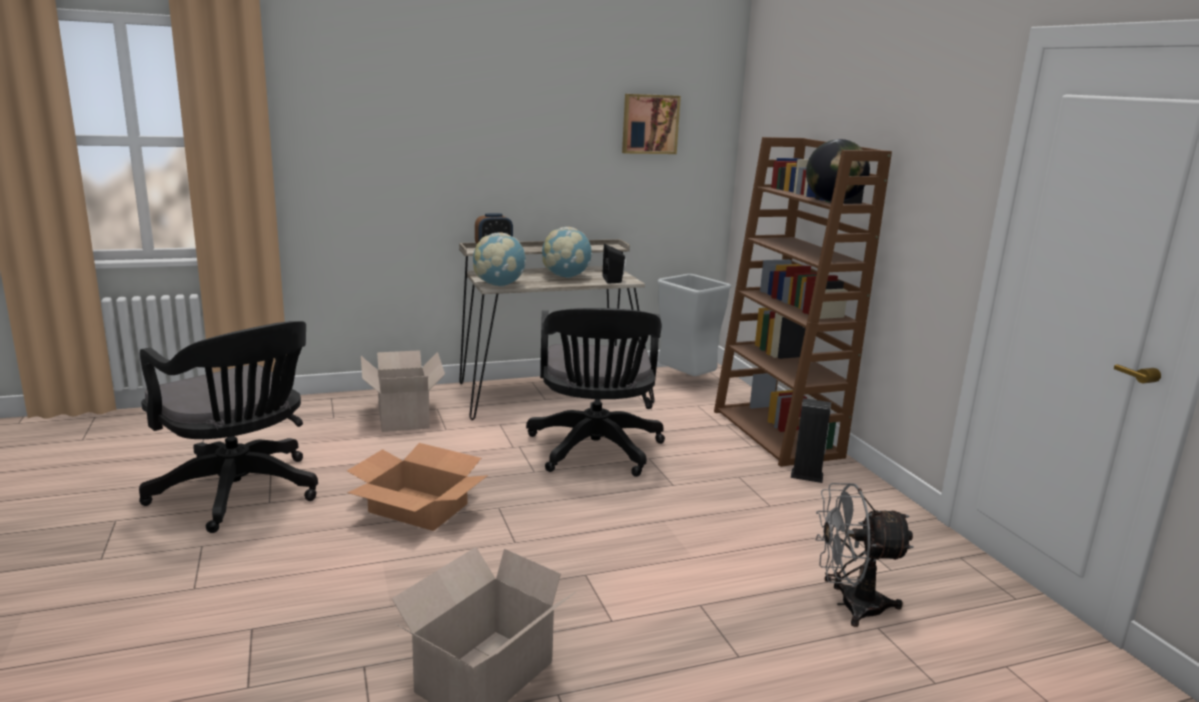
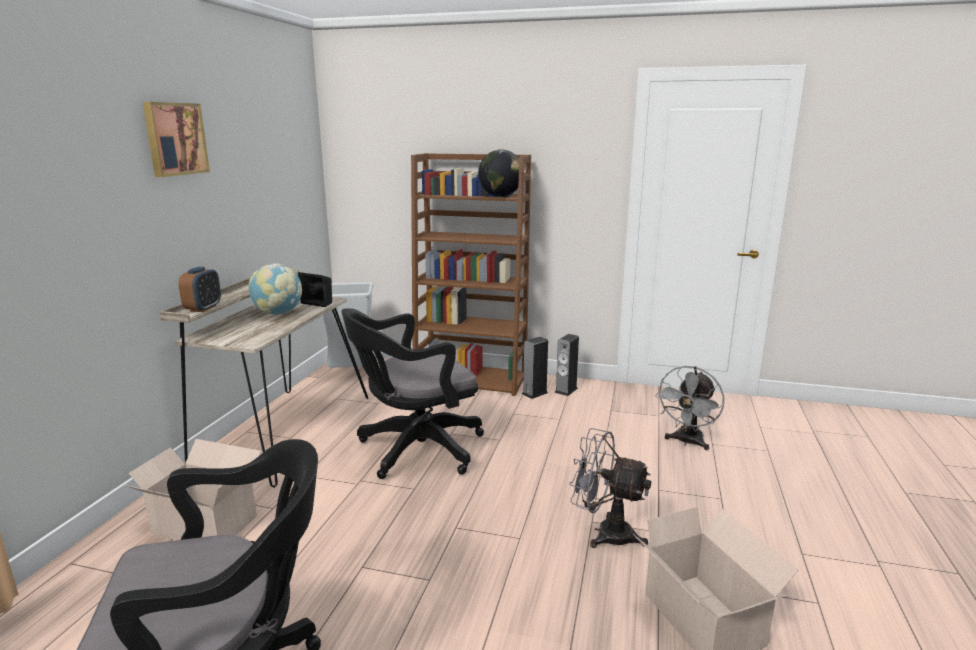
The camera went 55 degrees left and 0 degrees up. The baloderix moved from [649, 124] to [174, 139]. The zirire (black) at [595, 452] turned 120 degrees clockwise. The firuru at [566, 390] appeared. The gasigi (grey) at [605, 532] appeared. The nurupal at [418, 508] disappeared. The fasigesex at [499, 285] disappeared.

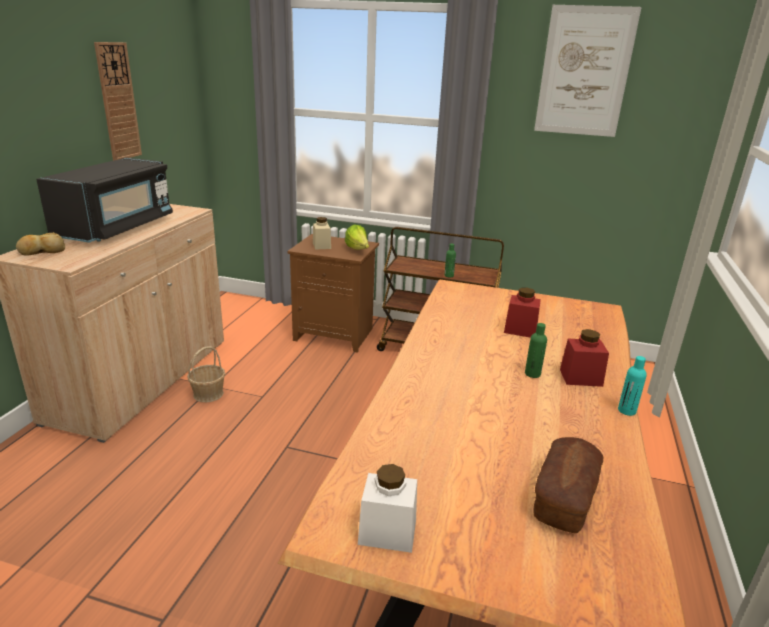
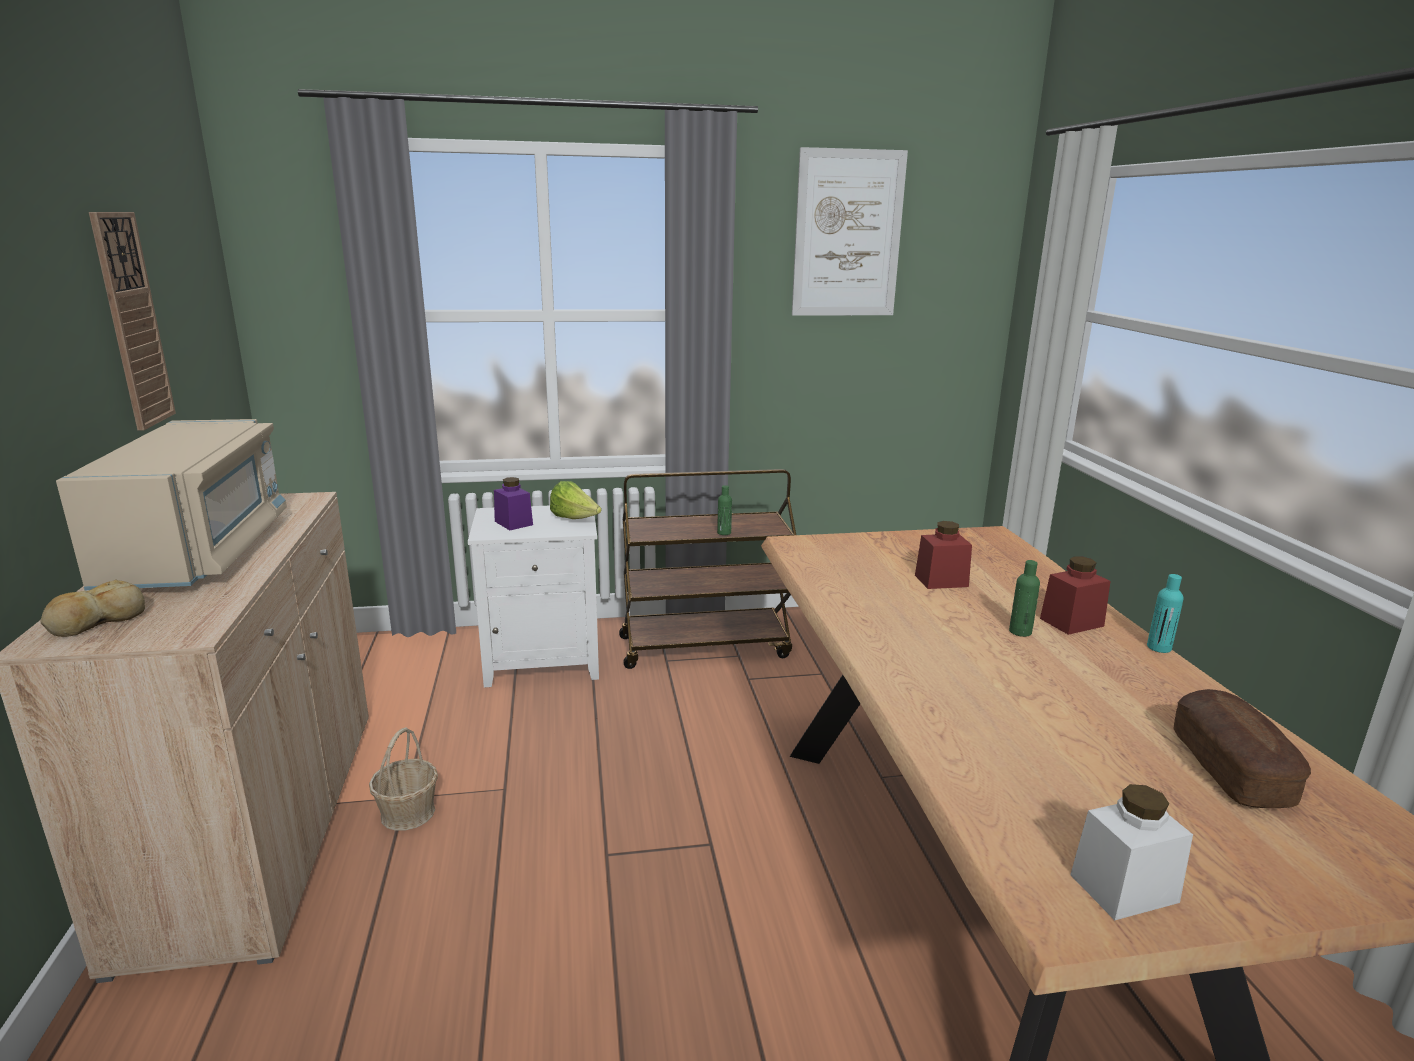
The camera went 25 degrees left and 5 degrees down. The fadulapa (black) at [117, 228] became the fadulapa (beige) at [199, 551]. The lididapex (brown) at [336, 334] became the lididapex (white) at [544, 660]. The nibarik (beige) at [321, 245] became the nibarik (purple) at [513, 523].

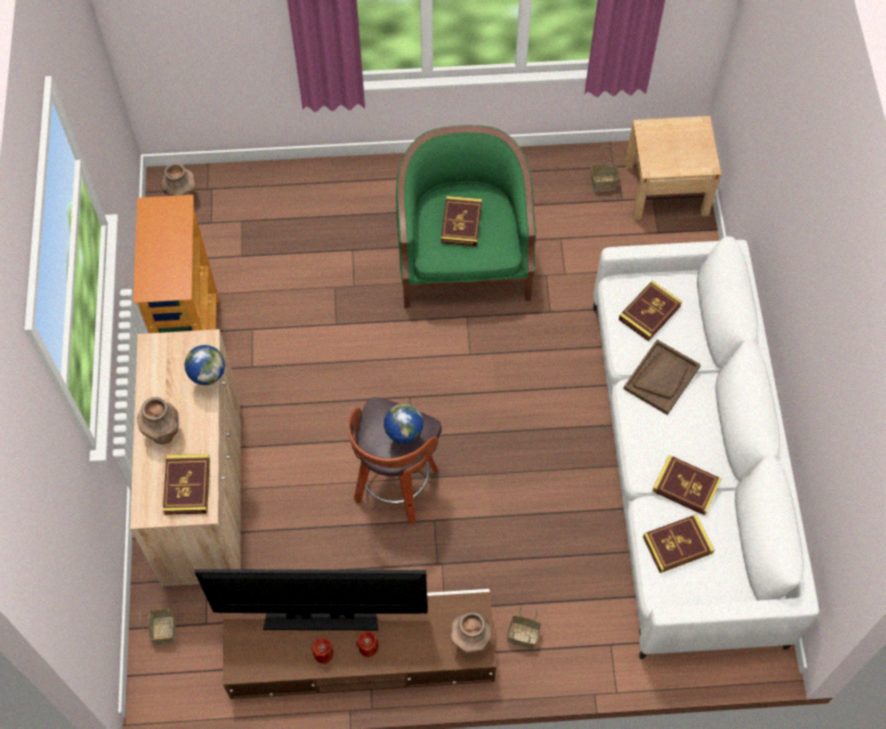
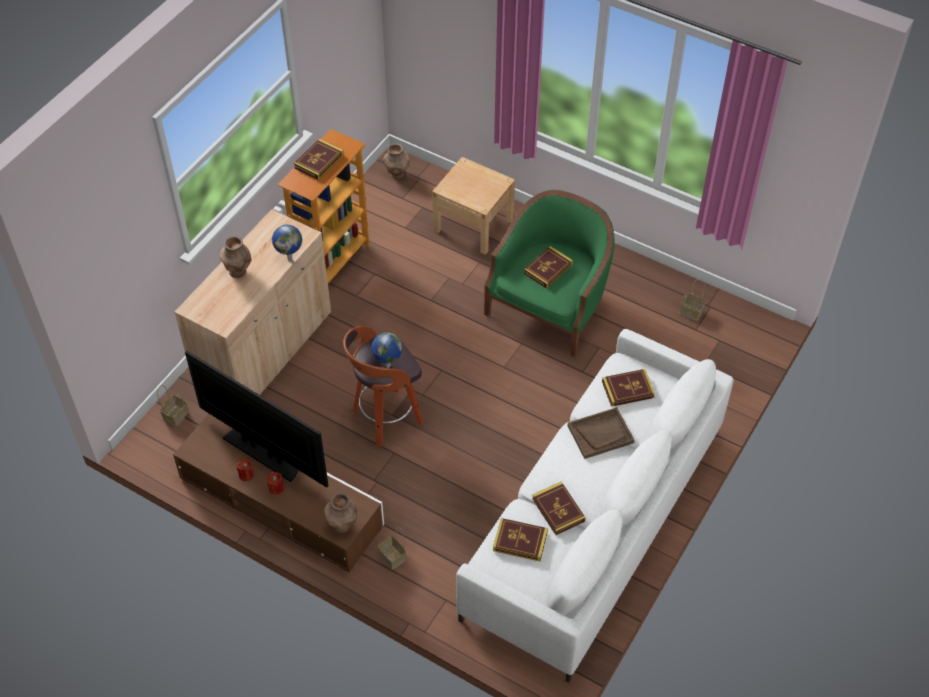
The camera went 35 degrees right and 10 degrees down. The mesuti moved from [187, 486] to [319, 161]. The lididapex (beige) moved from [666, 189] to [473, 225].

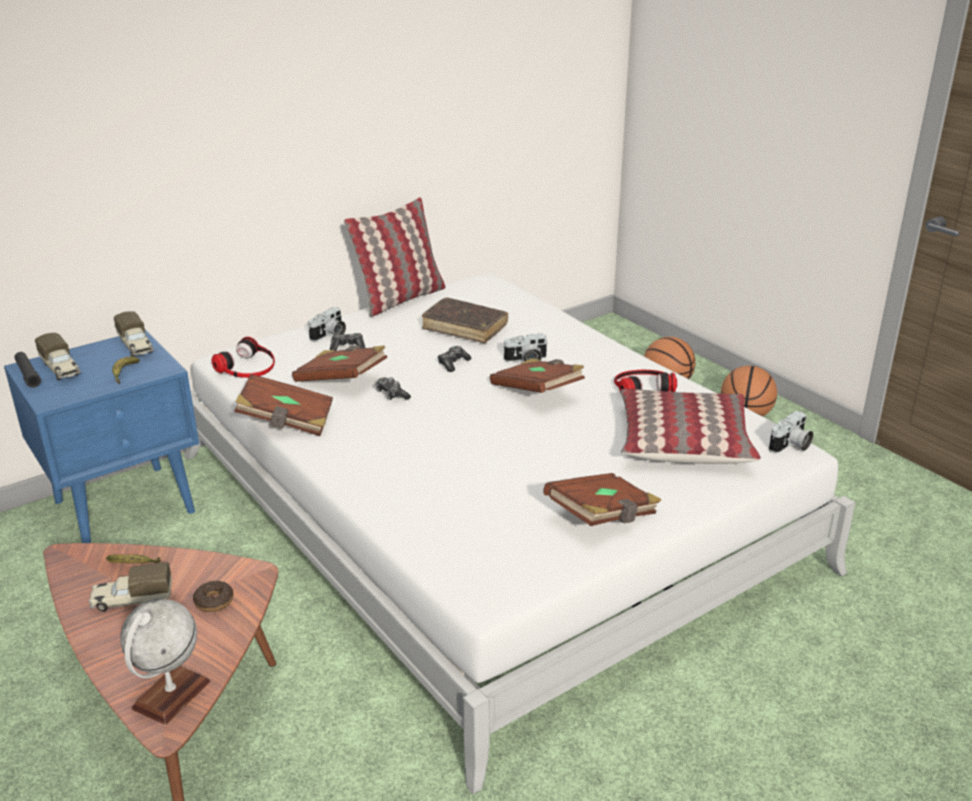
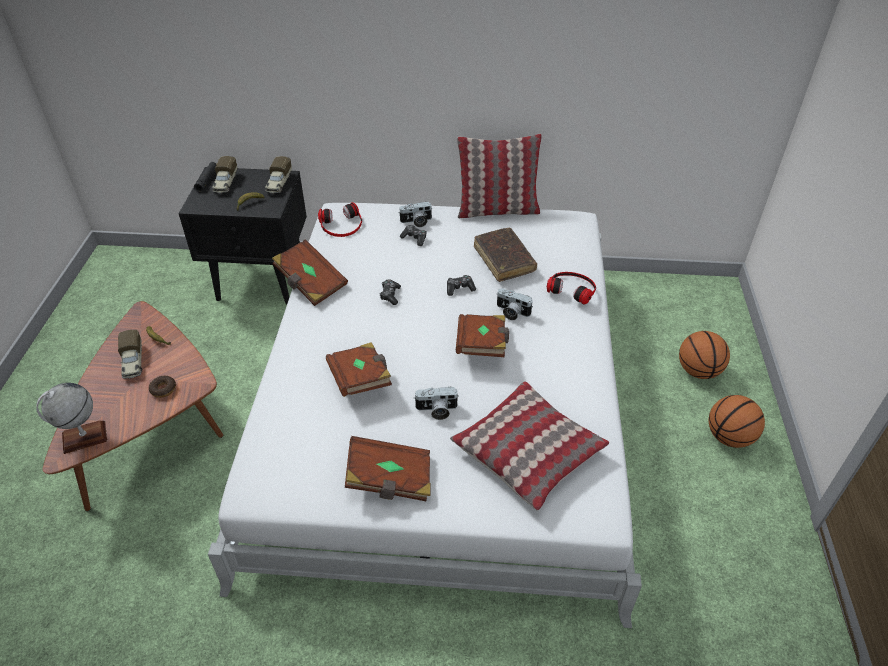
The camera went 40 degrees right and 15 degrees up. The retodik at [132, 600] turned 135 degrees counterclockwise. The lididapex (blue) at [127, 506] became the lididapex (black) at [262, 280]. The mesuti (brown) moved from [341, 380] to [360, 379]. The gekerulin moved from [791, 446] to [436, 410]. The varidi moved from [642, 386] to [572, 289].

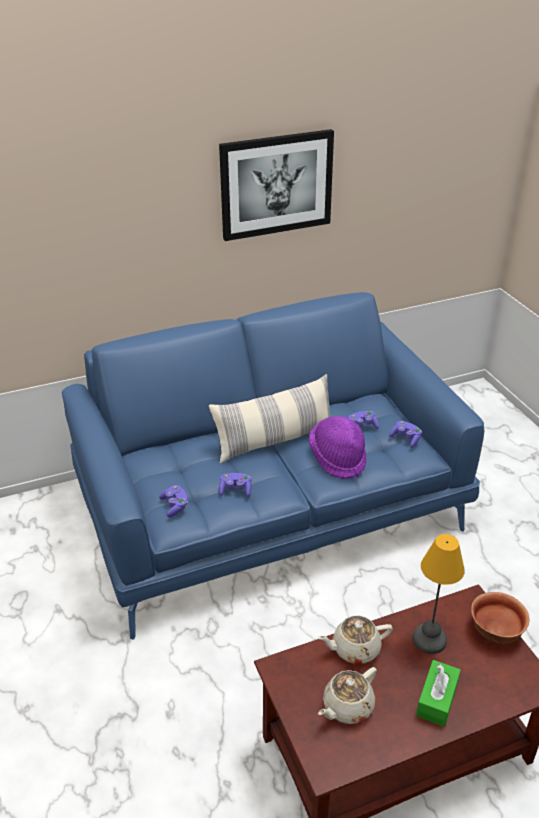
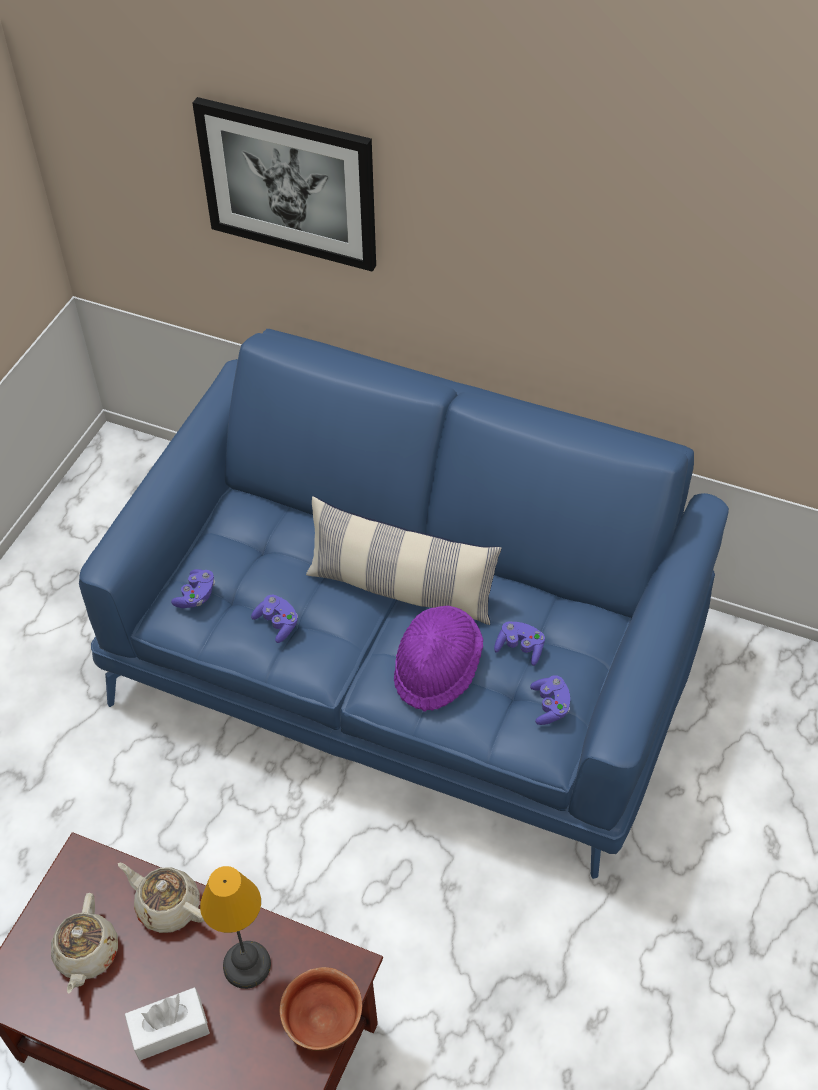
The camera went 45 degrees right and 15 degrees up. The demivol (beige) at [347, 706] turned 90 degrees counterclockwise. The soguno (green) at [437, 699] became the soguno (white) at [169, 1029]. The baloderix moved from [276, 184] to [289, 183].

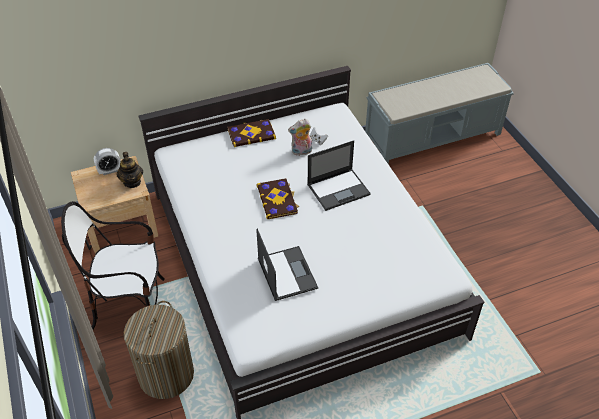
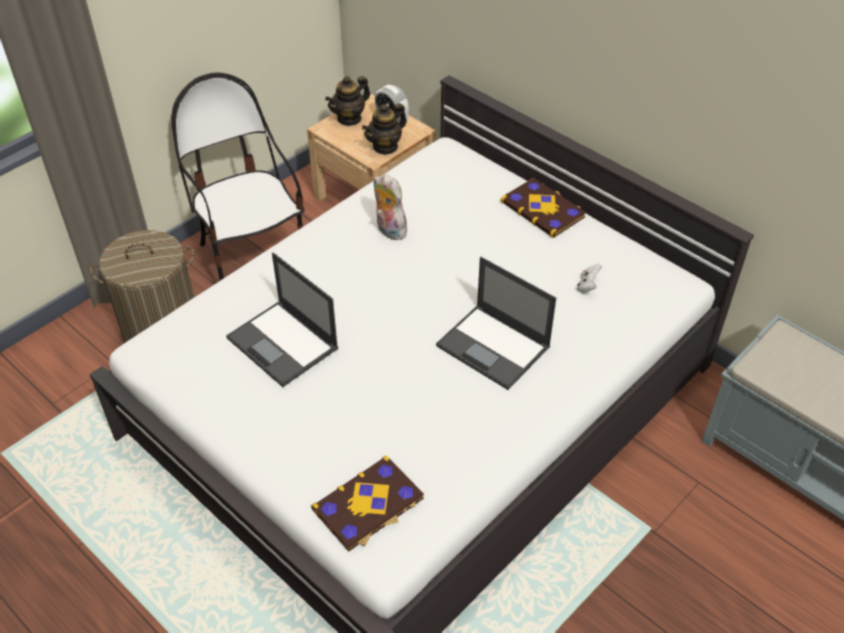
The camera went 65 degrees right and 0 degrees up. The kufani at [286, 273] turned 90 degrees clockwise. The mesuti moved from [277, 199] to [369, 505]. The demivol at [349, 118] appeared. The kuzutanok moved from [301, 152] to [389, 230].

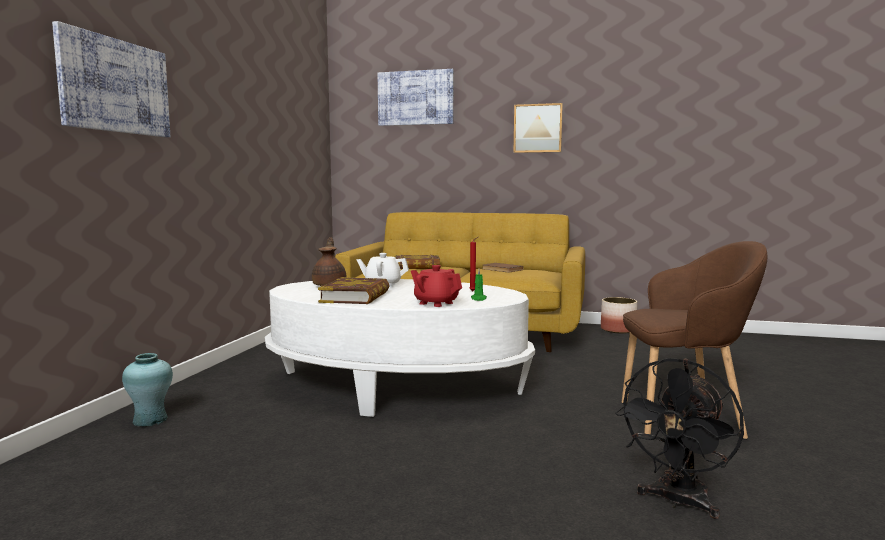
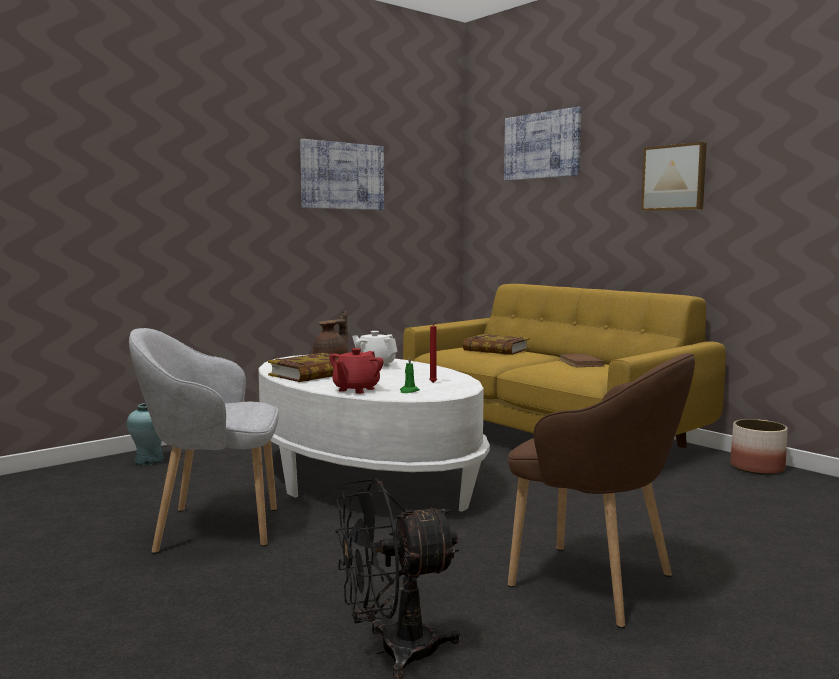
The camera went 35 degrees right and 0 degrees up. The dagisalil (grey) at [213, 528] appeared. The baloderix moved from [115, 86] to [342, 176]. The demivol (red) at [436, 303] turned 135 degrees counterclockwise.

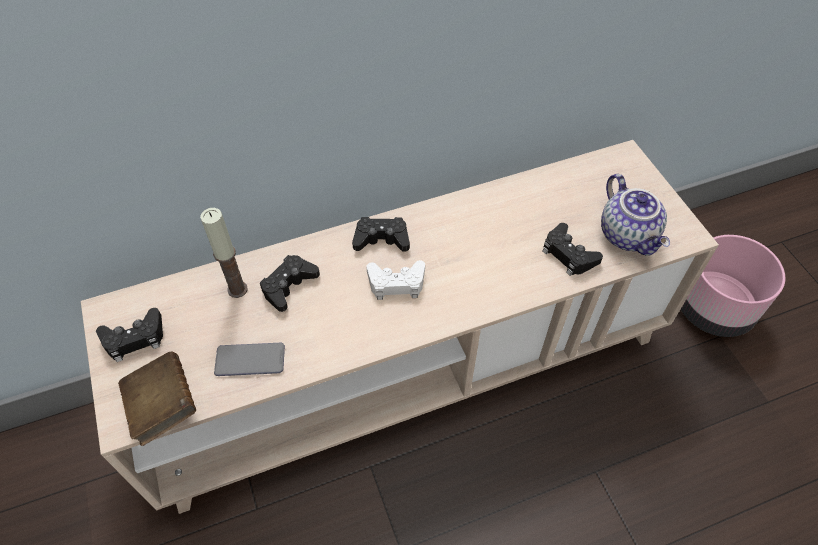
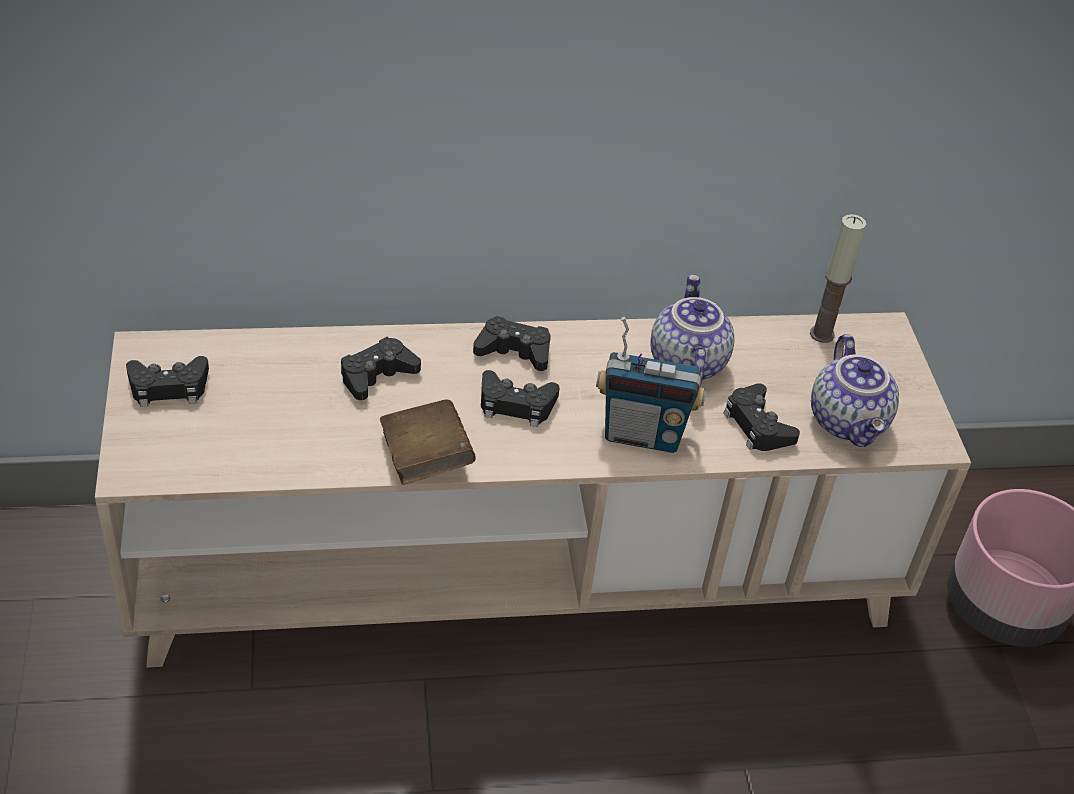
The camera went 10 degrees right and 10 degrees down. The mesuti (brown) moved from [163, 406] to [425, 460]. The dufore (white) at [396, 283] became the dufore (black) at [516, 405]. The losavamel at [642, 435] appeared. The demivol at [685, 363] appeared. The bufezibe moved from [237, 289] to [822, 334]. The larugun at [250, 360] disappeared.

